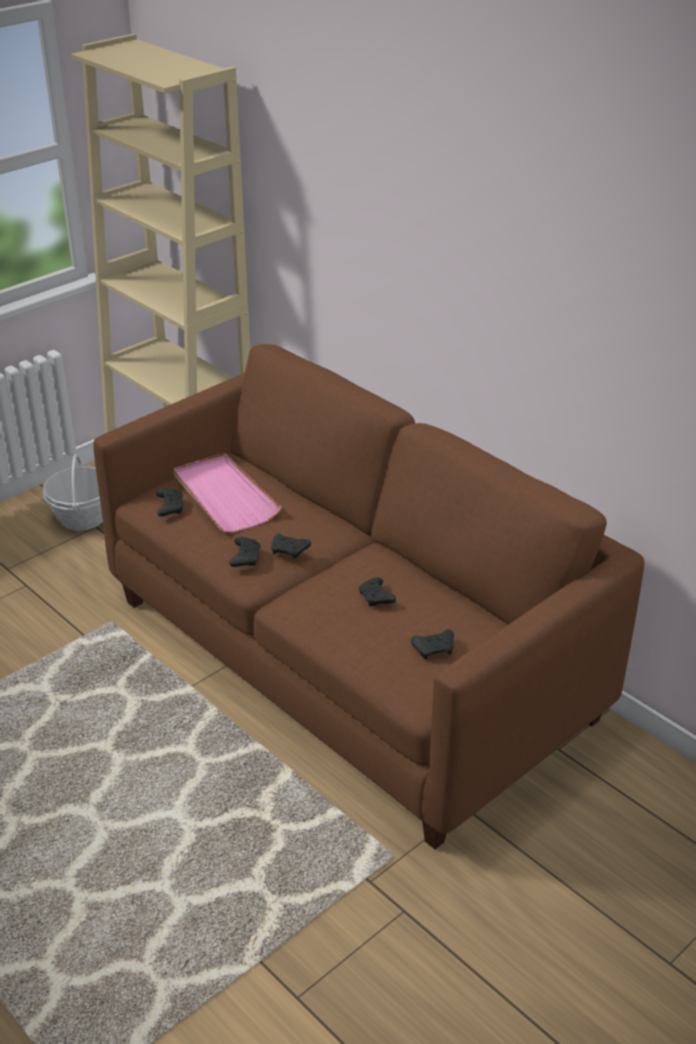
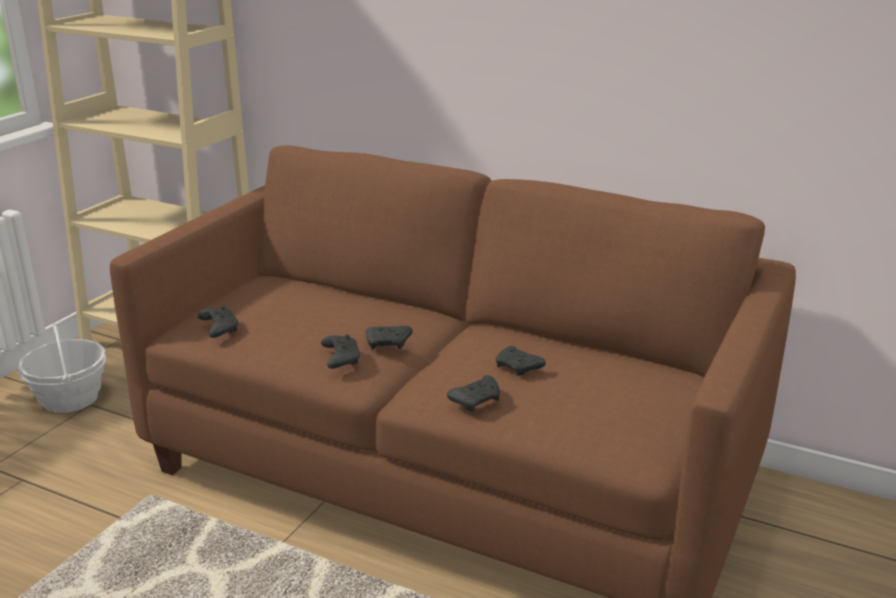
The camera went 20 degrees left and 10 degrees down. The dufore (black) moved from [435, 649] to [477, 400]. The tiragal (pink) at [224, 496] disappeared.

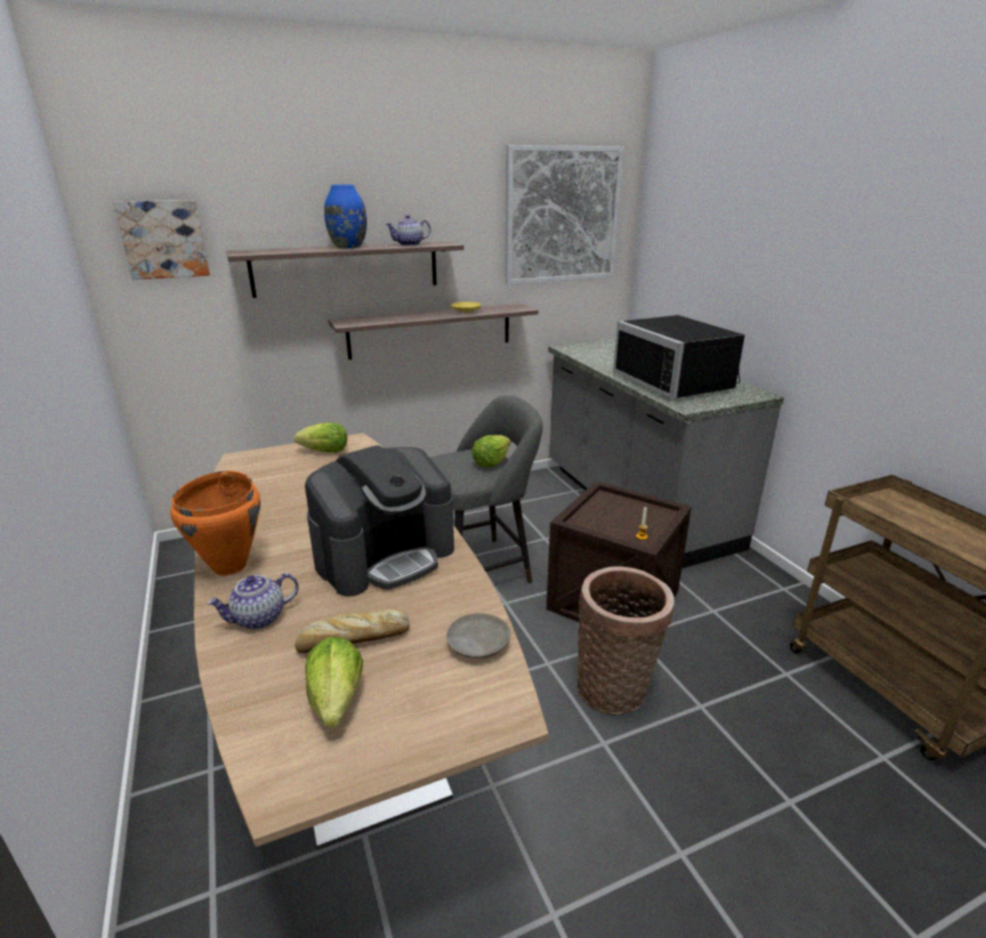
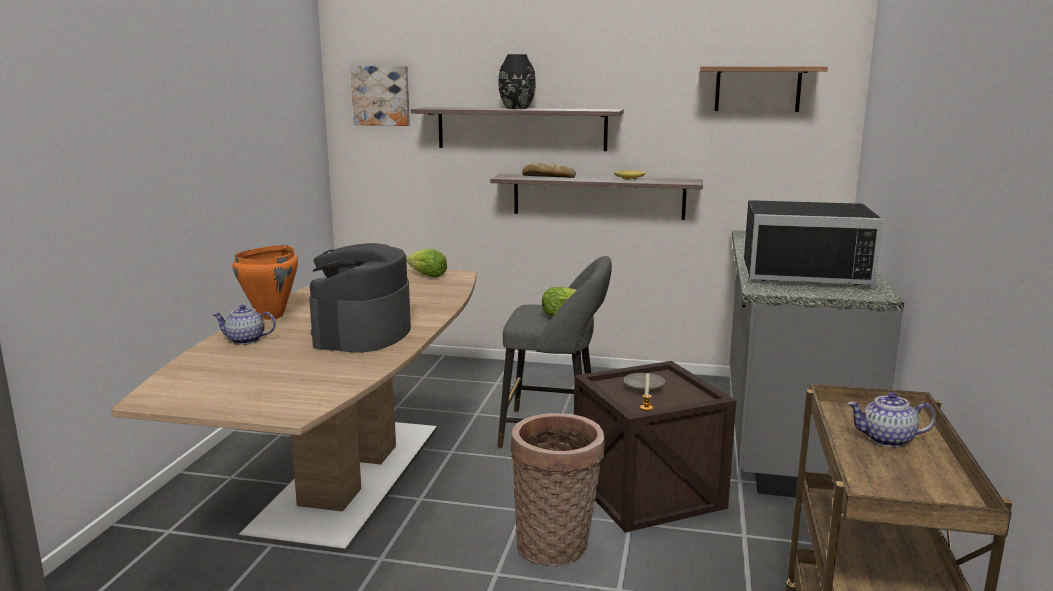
The camera went 35 degrees right and 10 degrees down. The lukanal at [385, 555] turned 105 degrees clockwise. The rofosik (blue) at [348, 247] became the rofosik (black) at [516, 108]. The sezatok moved from [351, 640] to [547, 176]. The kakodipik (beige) moved from [478, 644] to [643, 388]. The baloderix at [562, 215] was replaced by the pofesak at [757, 89]. The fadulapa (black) at [678, 382] turned 90 degrees counterclockwise. The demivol moved from [409, 244] to [887, 440]. The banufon at [337, 700] disappeared.

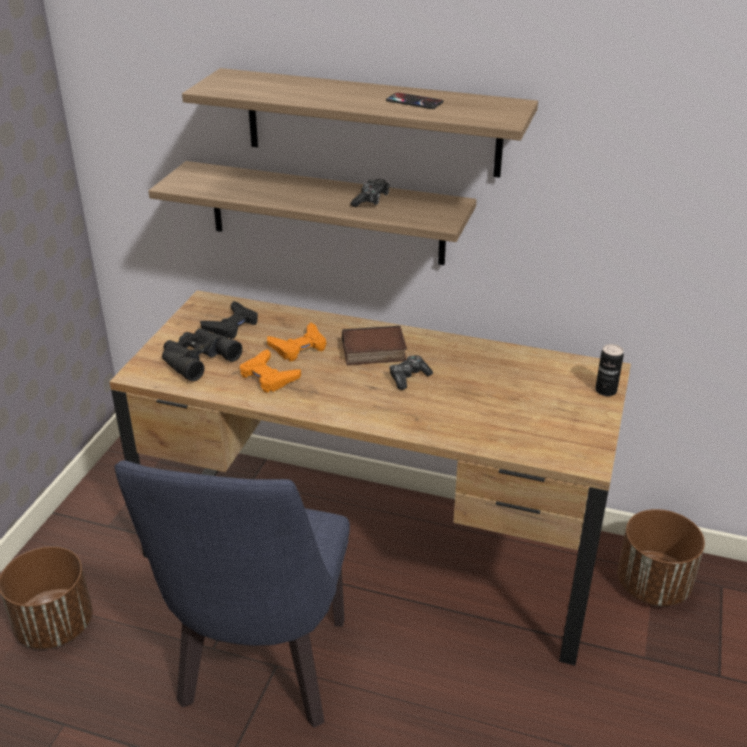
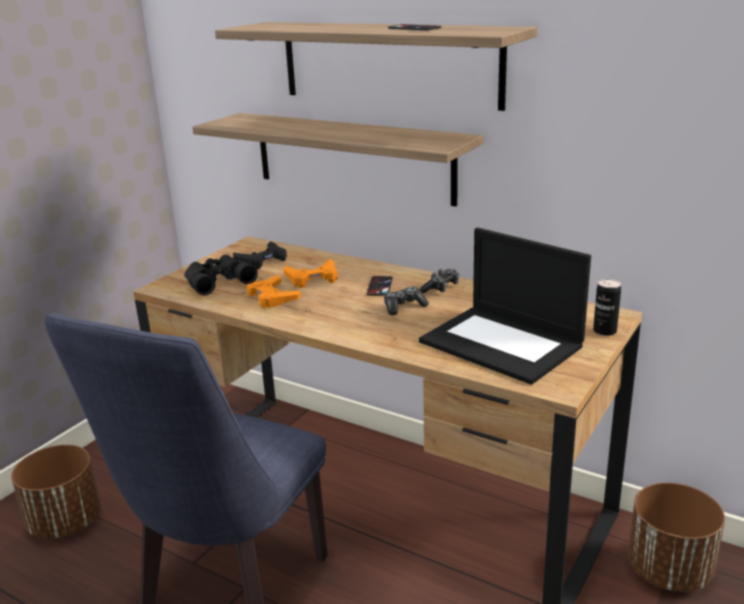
The camera went 15 degrees right and 10 degrees down. The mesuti at [373, 352] was replaced by the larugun at [379, 286]. The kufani at [503, 344] appeared. The dufore moved from [371, 200] to [441, 288].

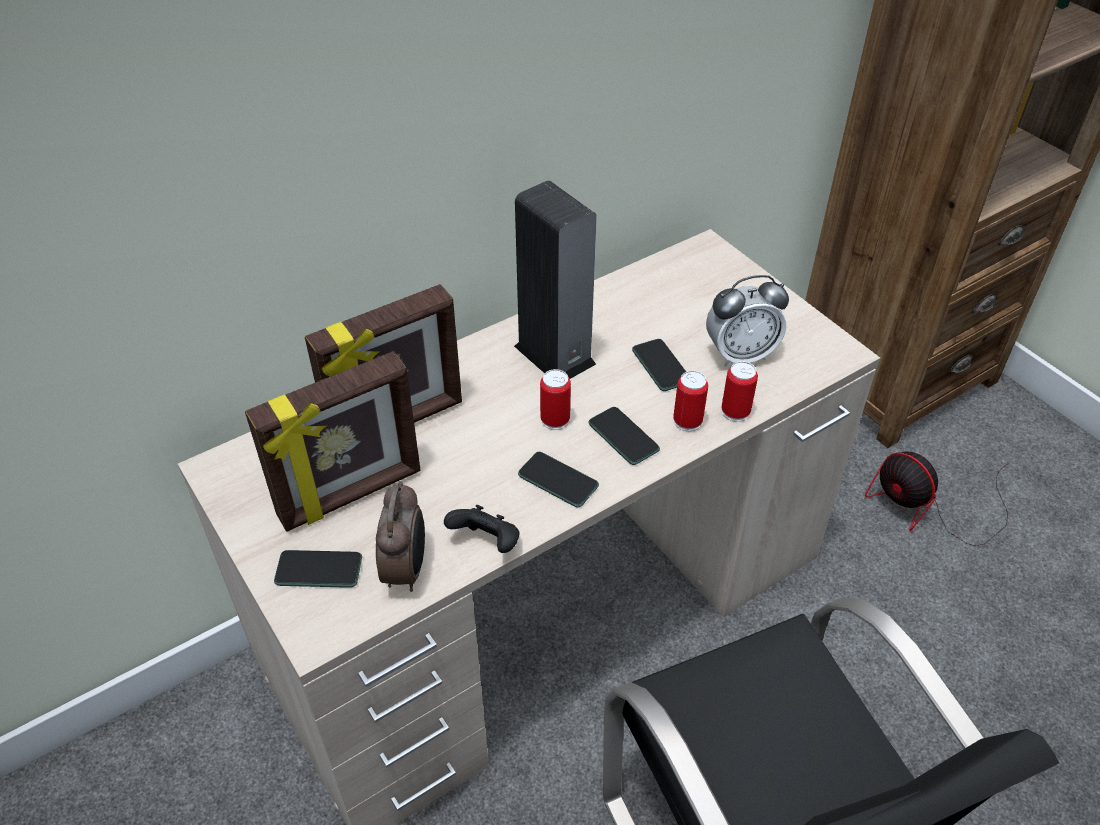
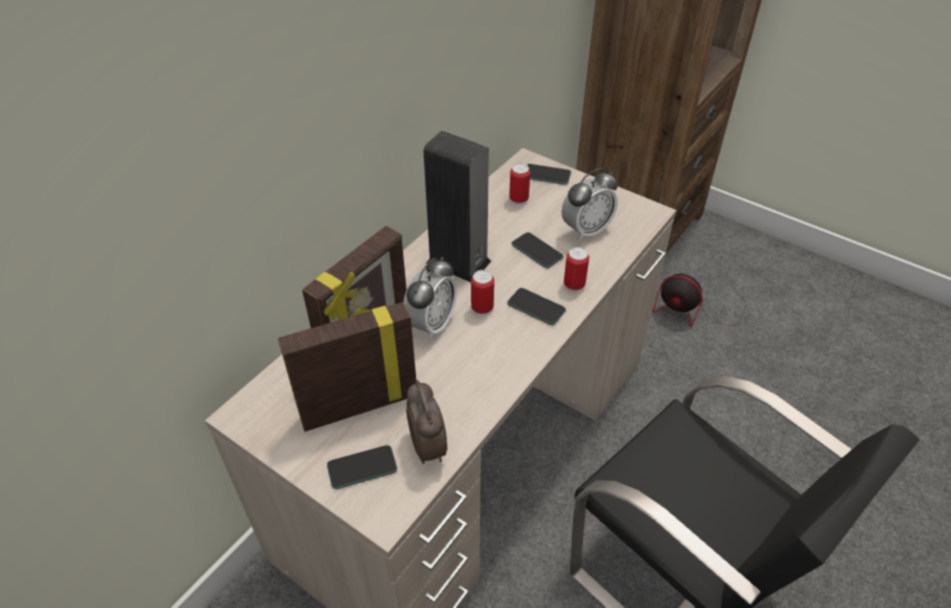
The camera went 20 degrees left and 0 degrees up. The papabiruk at [351, 495] turned 150 degrees counterclockwise. The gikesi at [431, 324] appeared. The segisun moved from [735, 411] to [518, 199]. The larugun moved from [558, 480] to [546, 175]. The dufore (black) at [487, 543] disappeared.

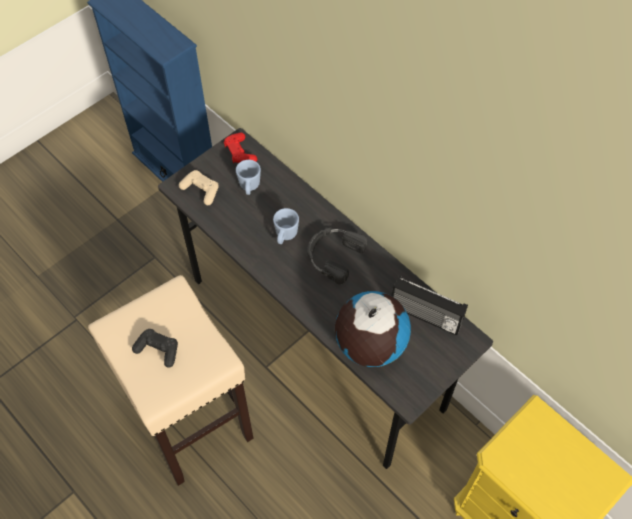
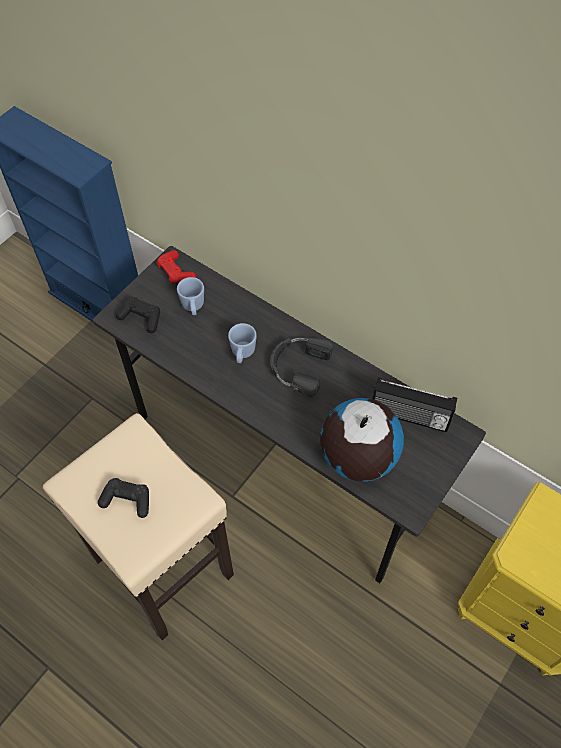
The camera went 10 degrees left and 0 degrees up. The dufore (beige) at [201, 190] became the dufore (black) at [141, 318].

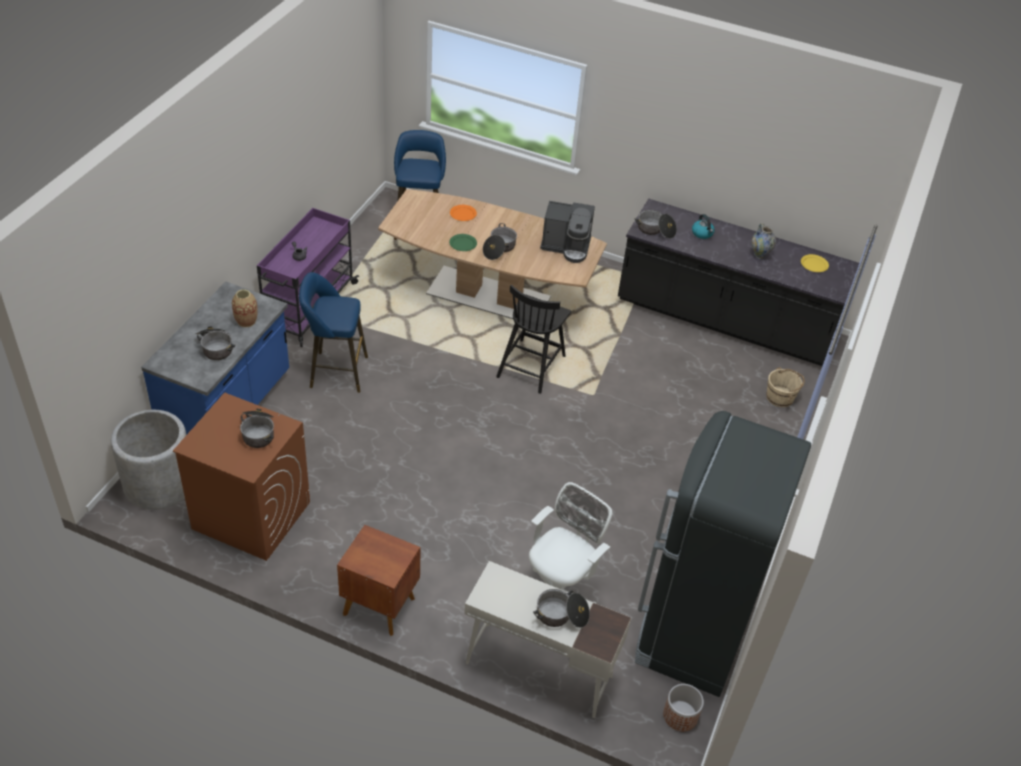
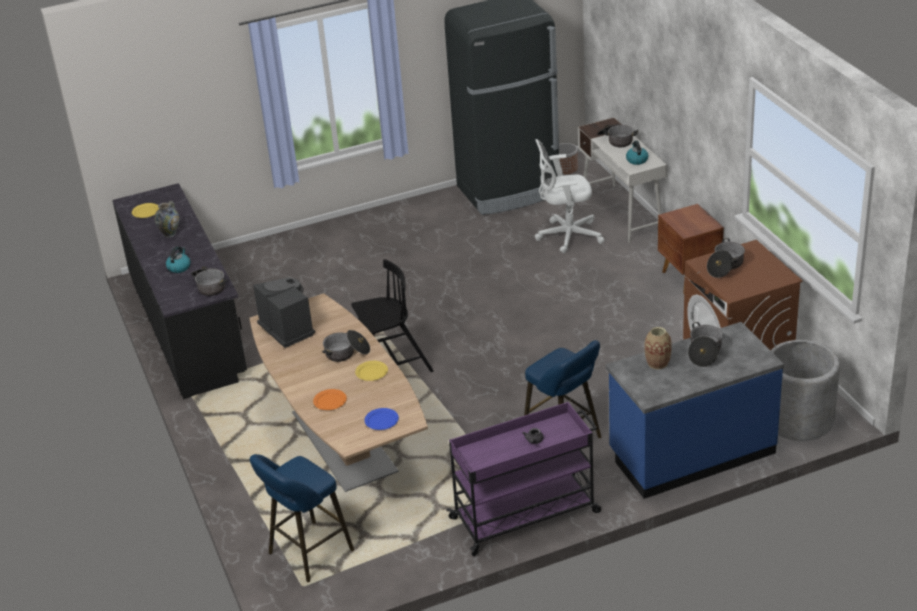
The camera went 130 degrees left and 10 degrees down. The kakodipik (green) at [463, 243] became the kakodipik (yellow) at [371, 372]. The kakodipik (blue) at [381, 420] appeared. The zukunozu at [636, 160] appeared. The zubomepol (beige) at [780, 397] disappeared.

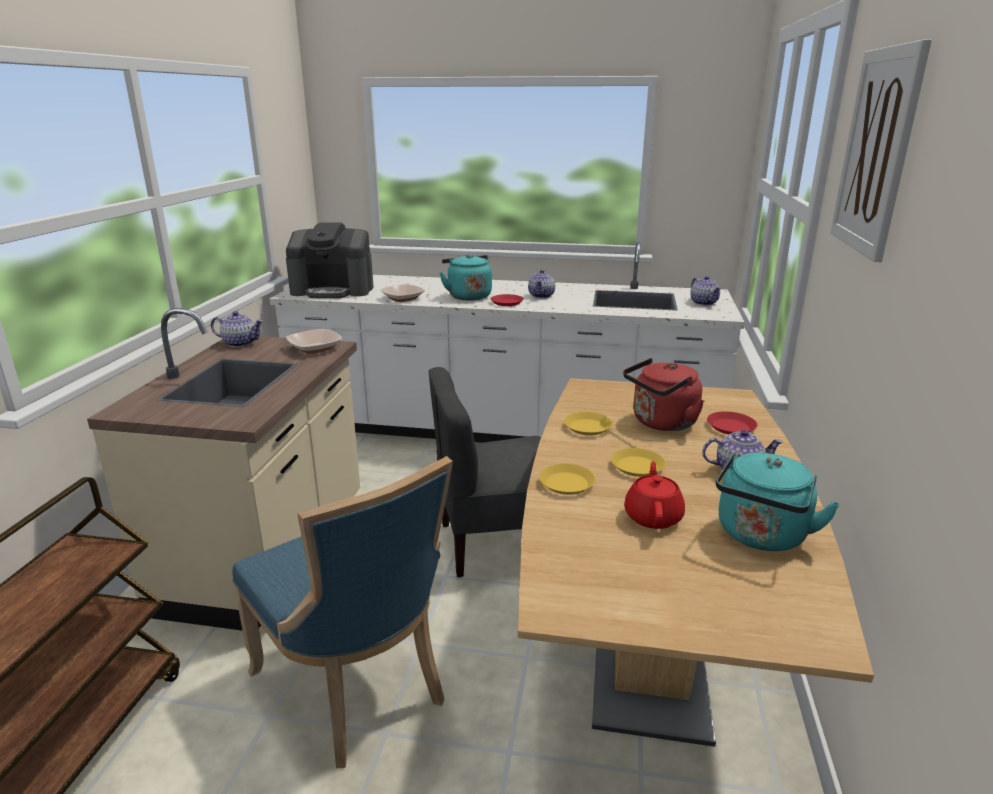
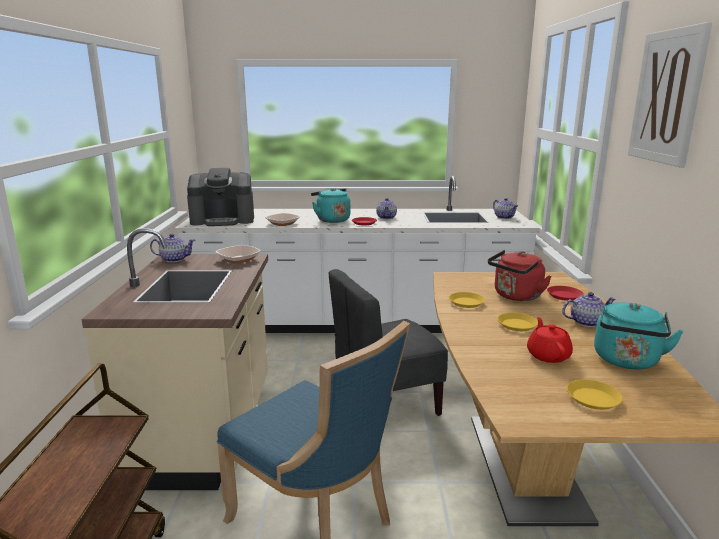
The camera went 10 degrees left and 5 degrees down. The kakodipik (yellow) moved from [567, 483] to [593, 398].

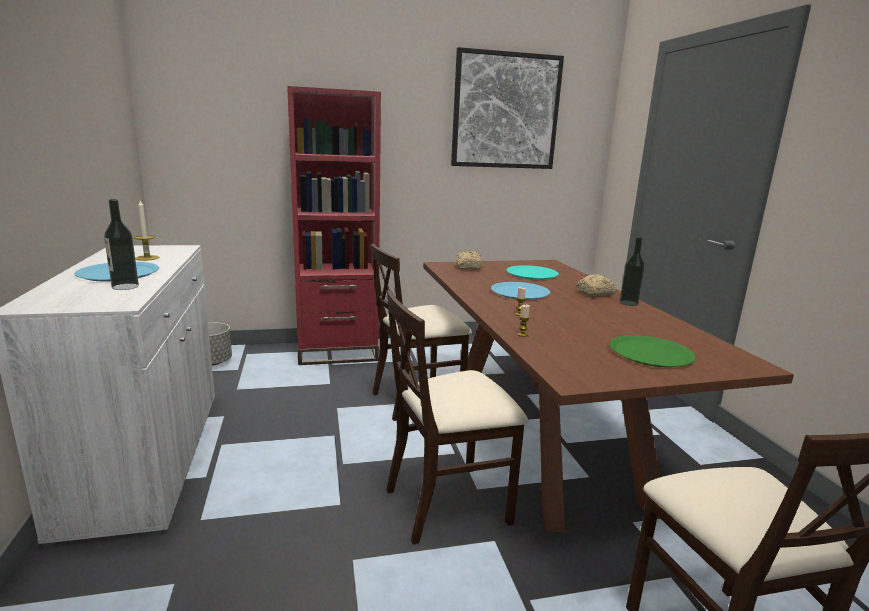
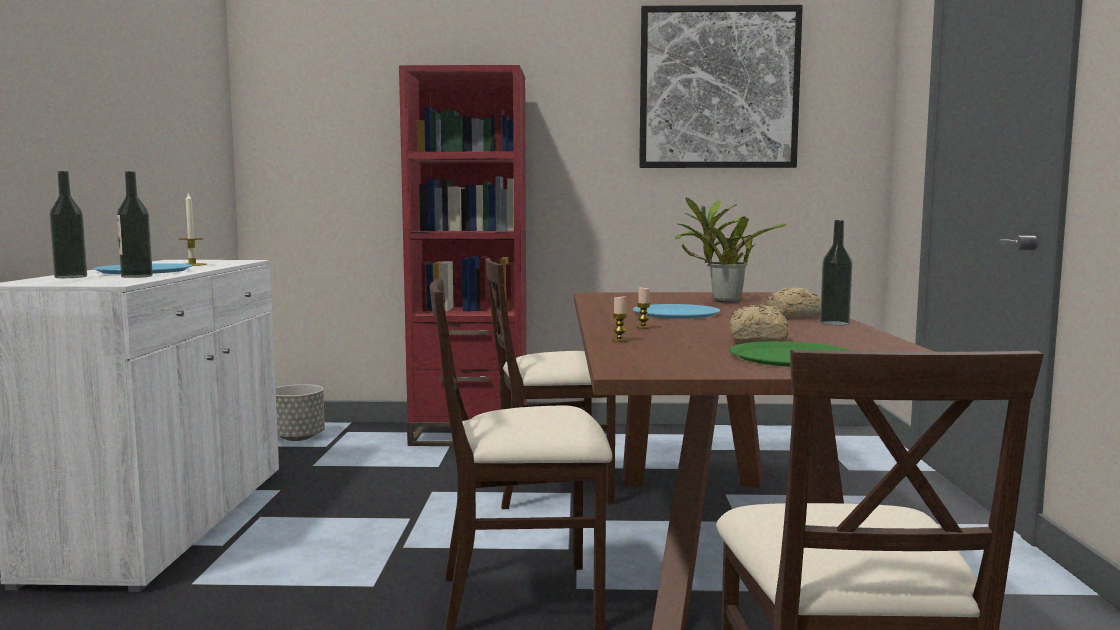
The camera went 15 degrees right and 10 degrees down. The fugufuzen at [71, 277] appeared. The kakodipik (turquoise) at [532, 273] was replaced by the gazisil at [722, 301]. The sezatok moved from [468, 267] to [757, 340].

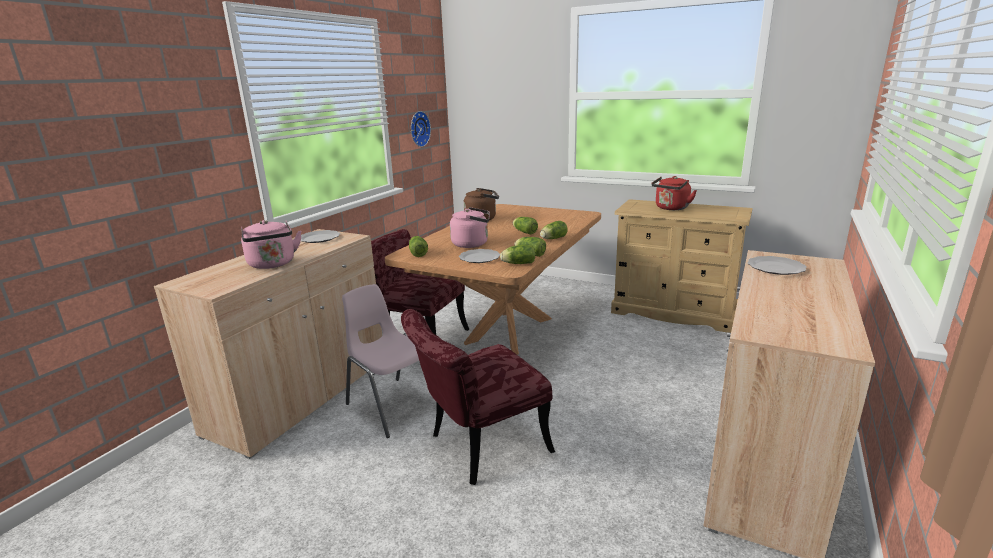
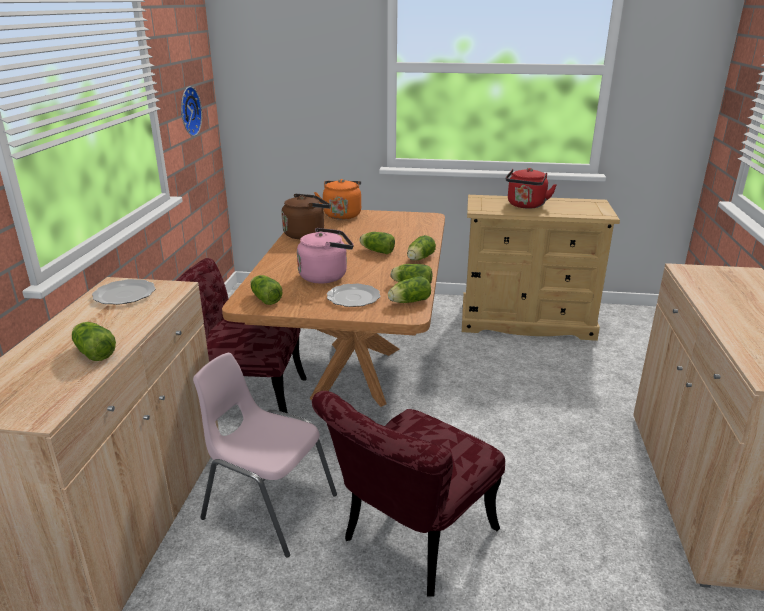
The camera went 20 degrees left and 5 degrees up. The zukunozu (pink) at [273, 264] was replaced by the banufon at [94, 352]. The zukunozu (orange) at [342, 214] appeared. The kakodipik at [776, 268] disappeared.

